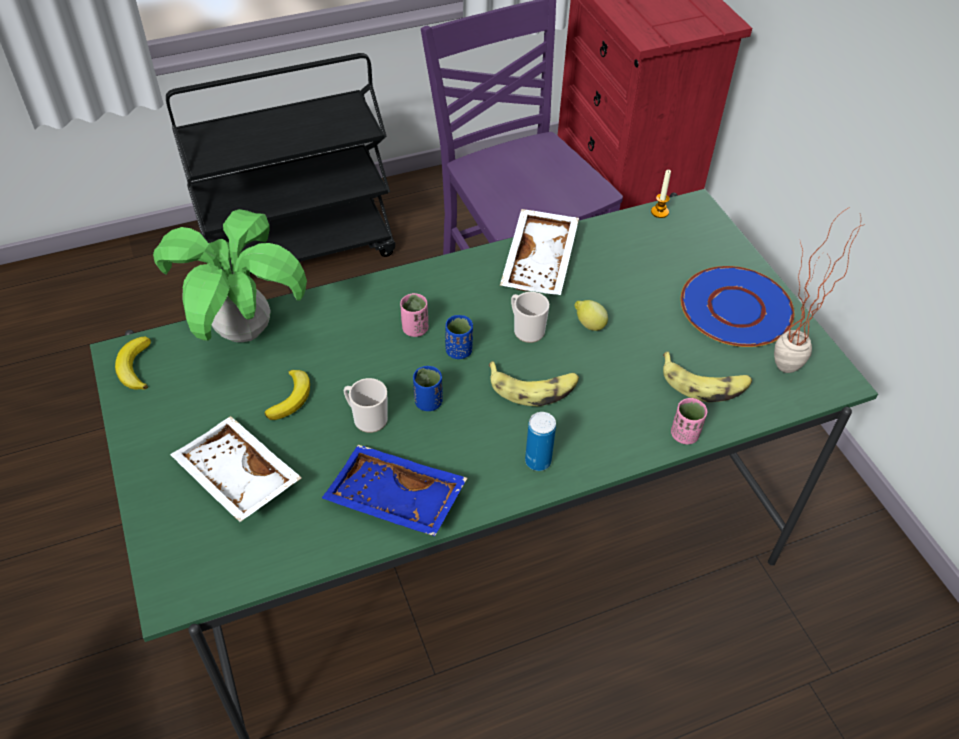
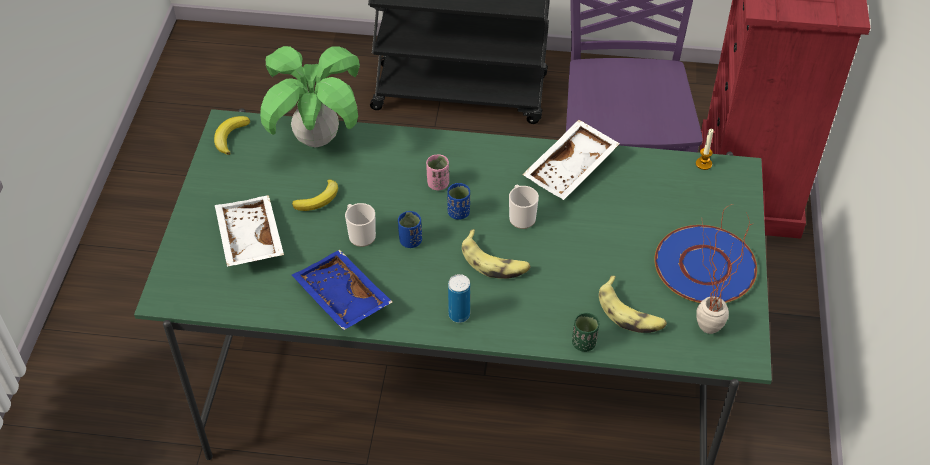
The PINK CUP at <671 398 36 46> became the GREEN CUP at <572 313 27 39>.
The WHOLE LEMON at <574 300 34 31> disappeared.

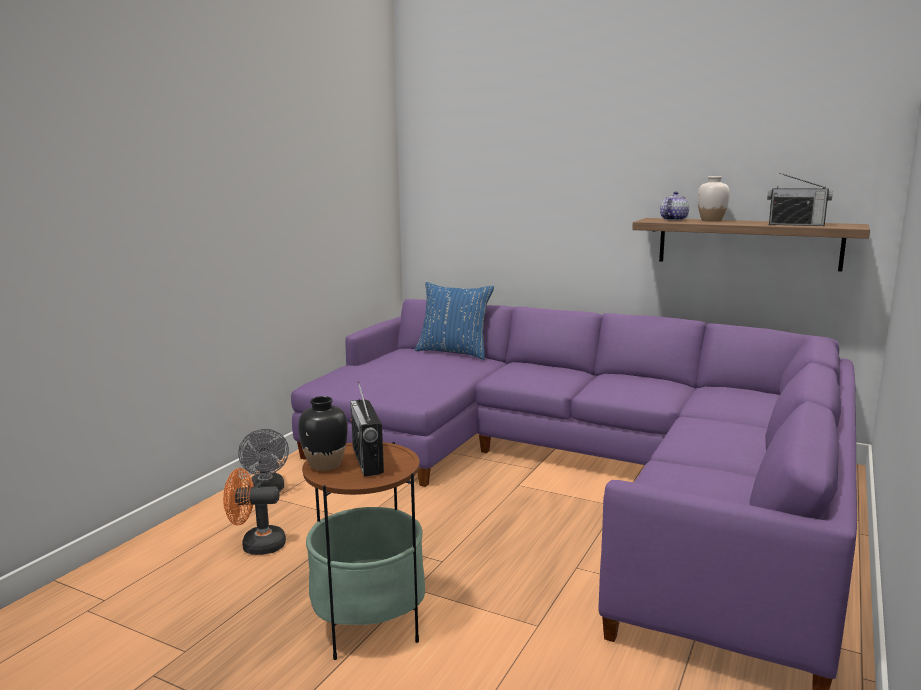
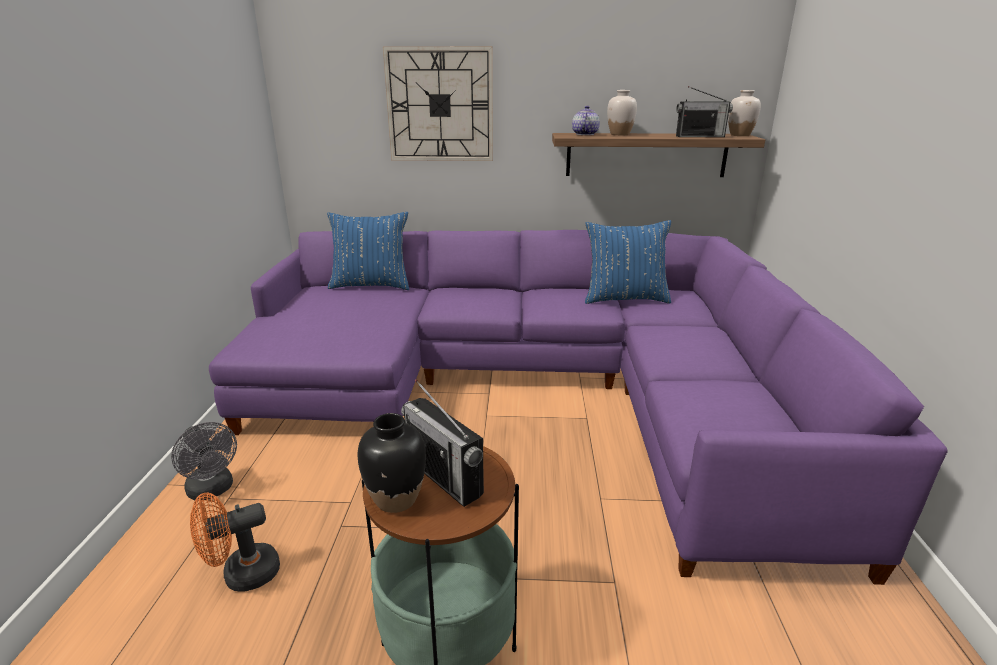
The HANGING CLOCK at <383 46 110 115> appeared.
The BLUISH PILLOW at <585 220 86 84> appeared.
The WHITE-COLOURED VASE at <728 90 33 46> appeared.

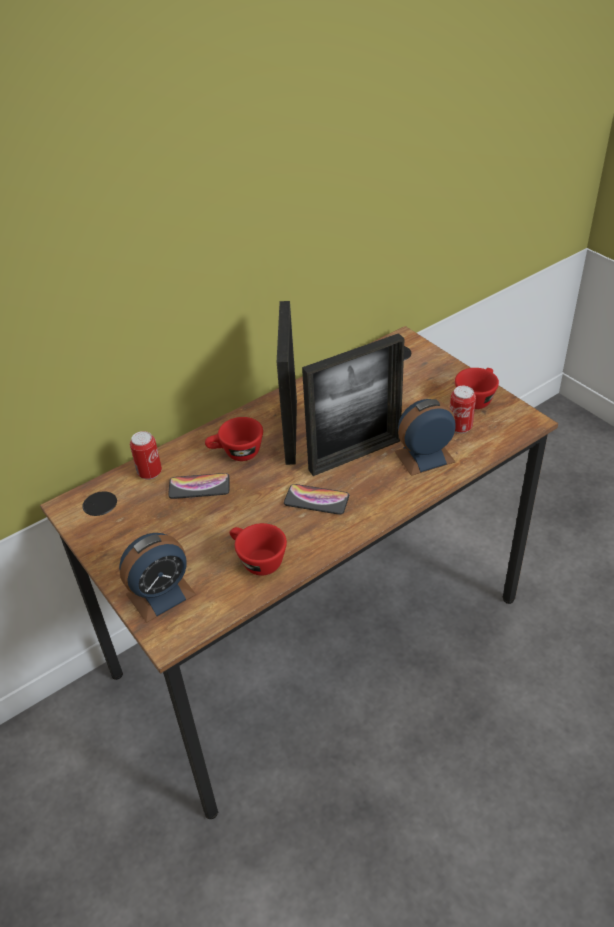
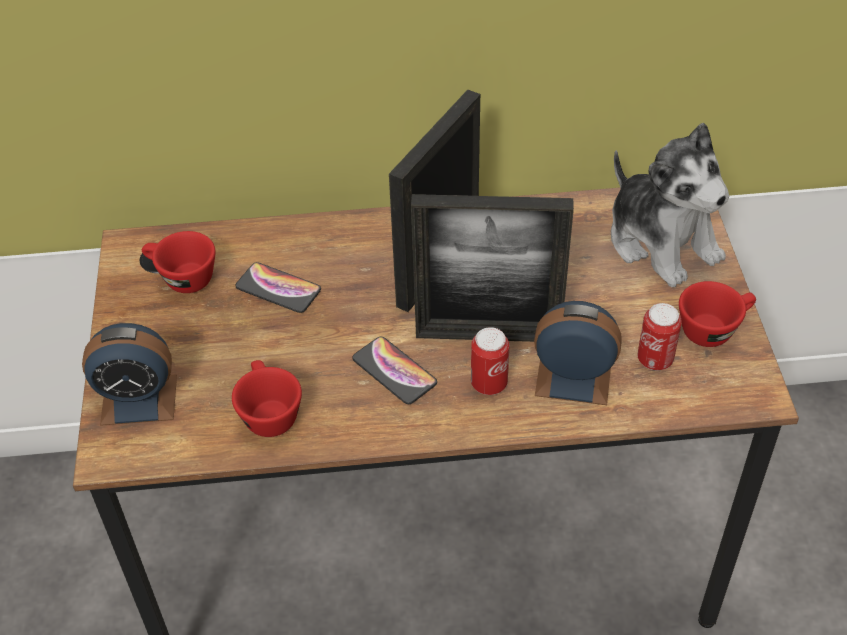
The RED CUP moved from <205 417 58 44> to <142 231 74 62>.
The METAL CAN moved from <130 431 32 49> to <471 327 38 68>.
The SOFT TOY at <611 123 119 164> appeared.

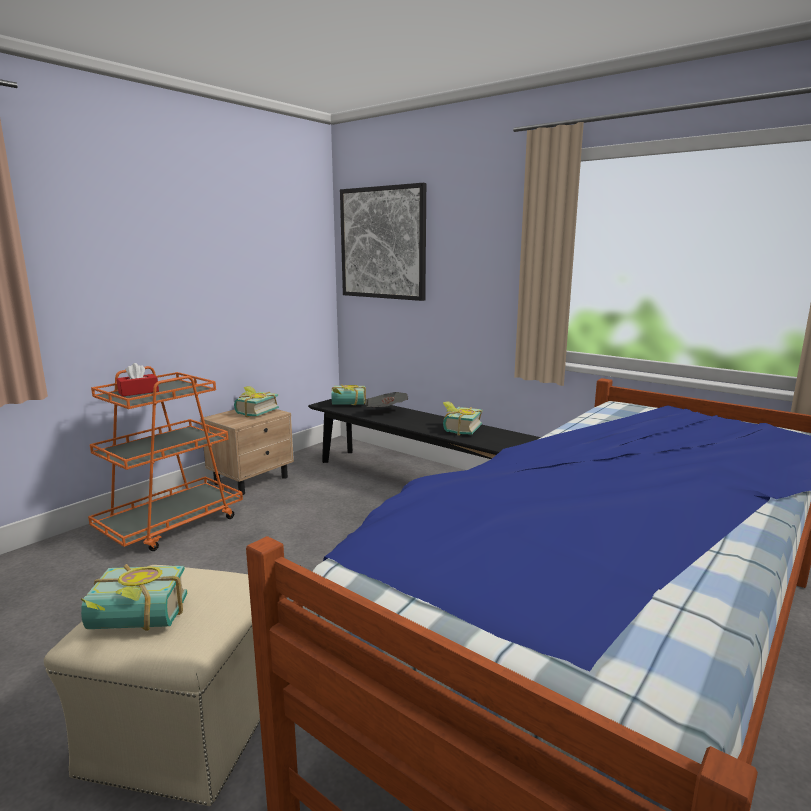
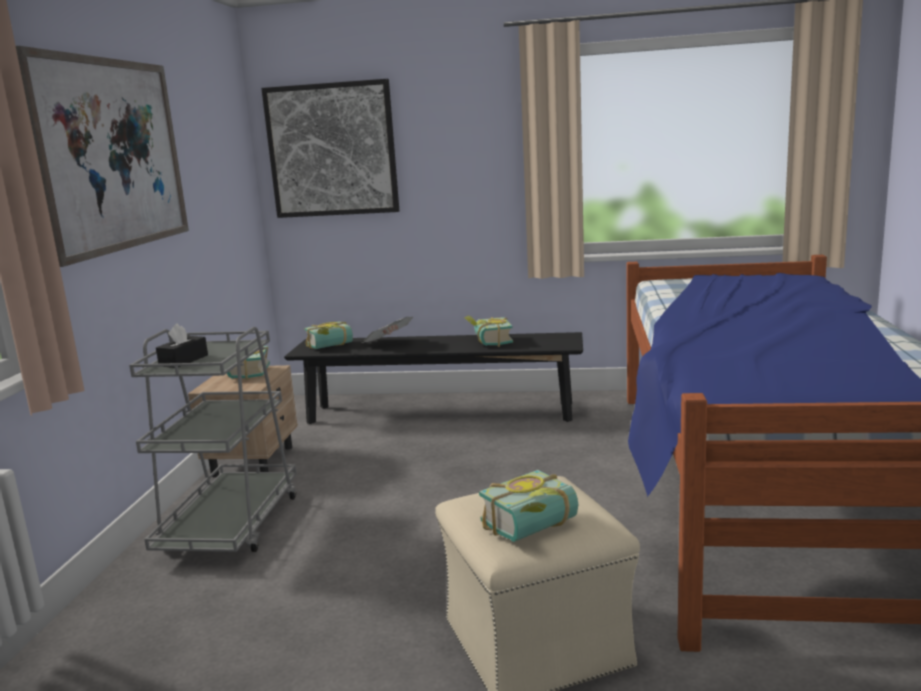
The PICTURE at <16 46 173 221> appeared.
The ORANGE-COLOURED WHEELED CART at <88 366 155 185> became the GRAY WHEELED CART at <129 327 168 225>.
The RED TISSUE BOX at <117 363 42 34> became the BLACK TISSUE BOX at <156 323 52 45>.

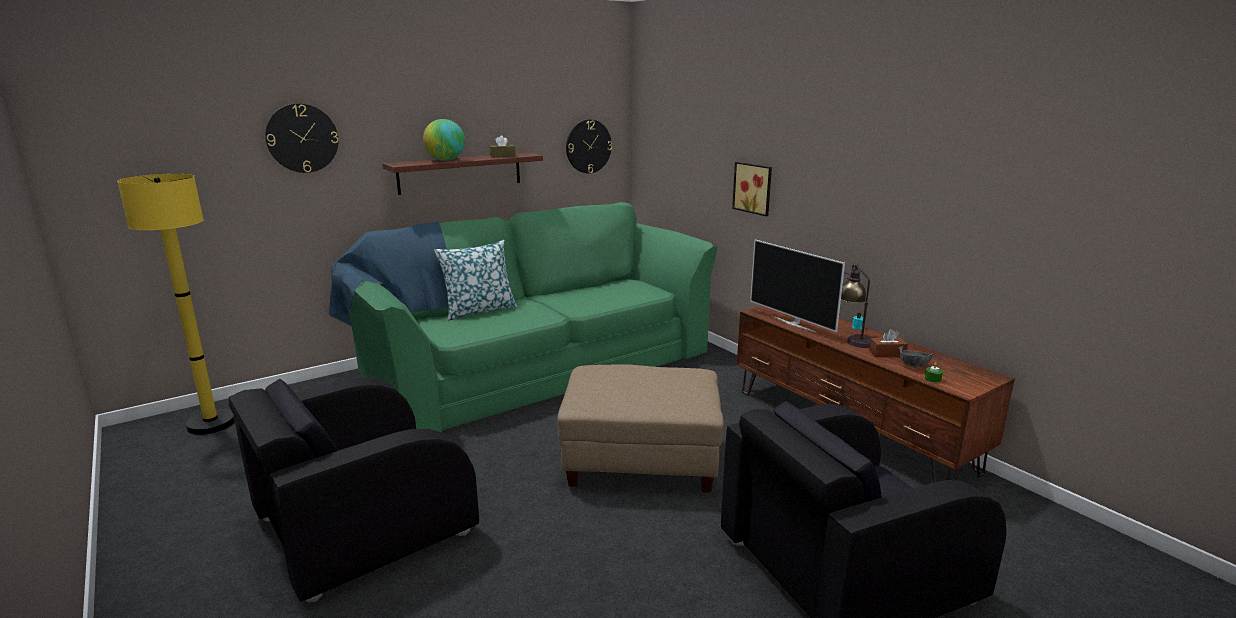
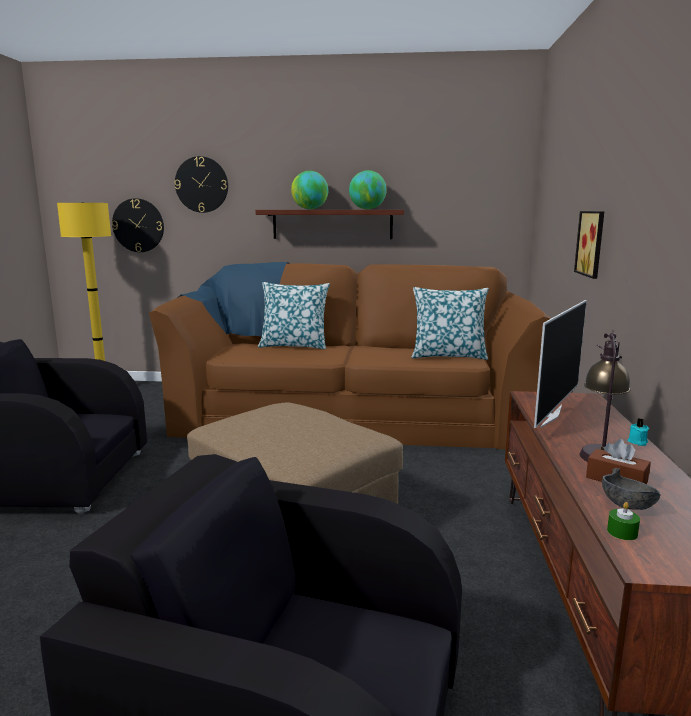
The HANGING CLOCK moved from <566 120 46 53> to <112 198 52 54>.
The GREEN COUCH at <329 202 389 230> became the BROWNISH COUCH at <149 262 402 187>.
The BROWNISH TISSUE BOX at <490 135 25 22> was replaced by the WORLD GLOBE at <349 170 38 39>.
The PILLOW at <411 287 78 73> appeared.
The TV SET at <750 239 95 93> turned 150 degrees counterclockwise.

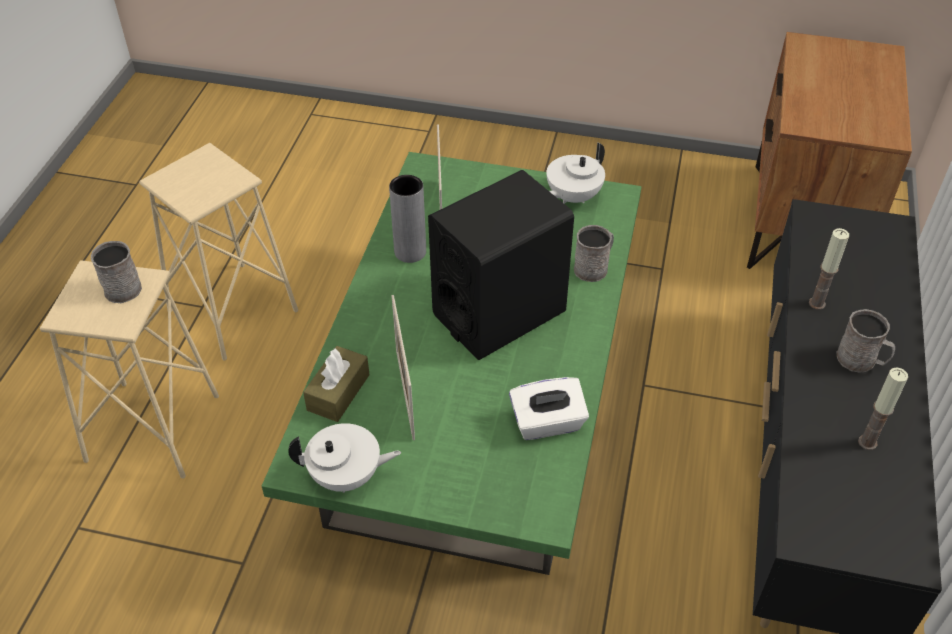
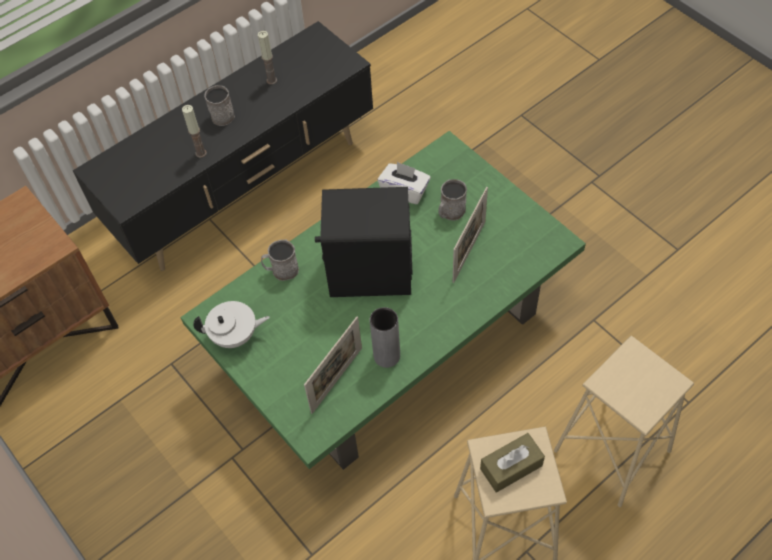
The GRAY COFFEE MUG moved from <91 241 51 62> to <438 179 29 42>.
The BROWNISH TISSUE BOX moved from <303 346 66 76> to <480 433 65 60>.
The WHITE-COLOURED TEA POT at <288 423 113 70> disappeared.

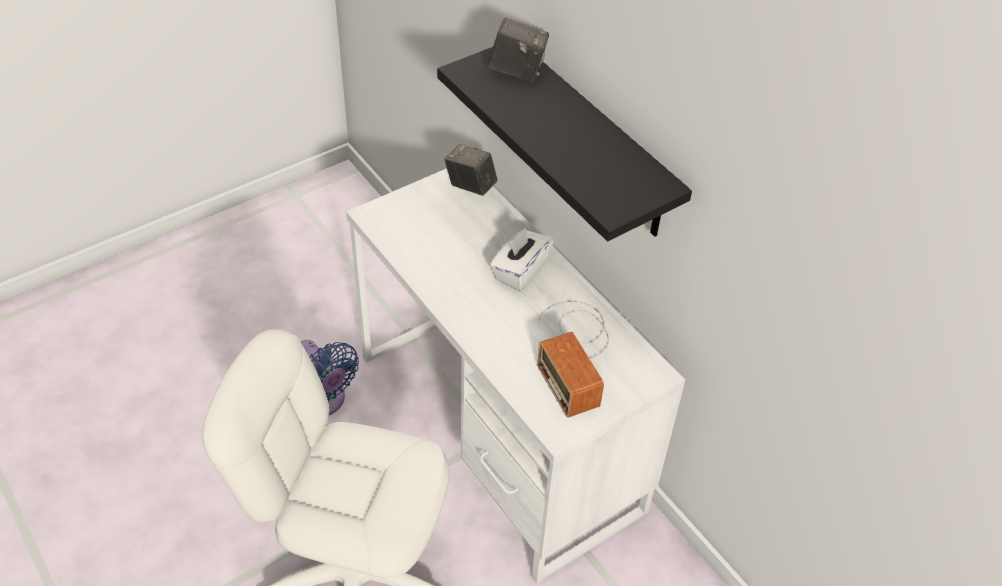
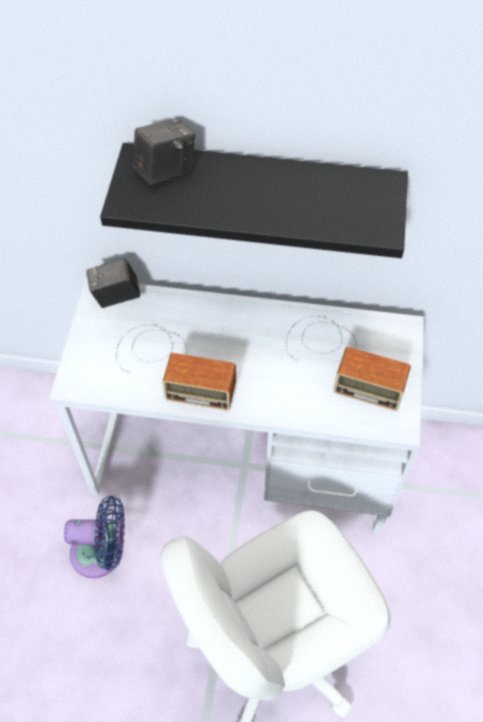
The RADIO at <116 324 120 87> appeared.
The WHITE-COLOURED TISSUE BOX at <490 227 64 64> disappeared.

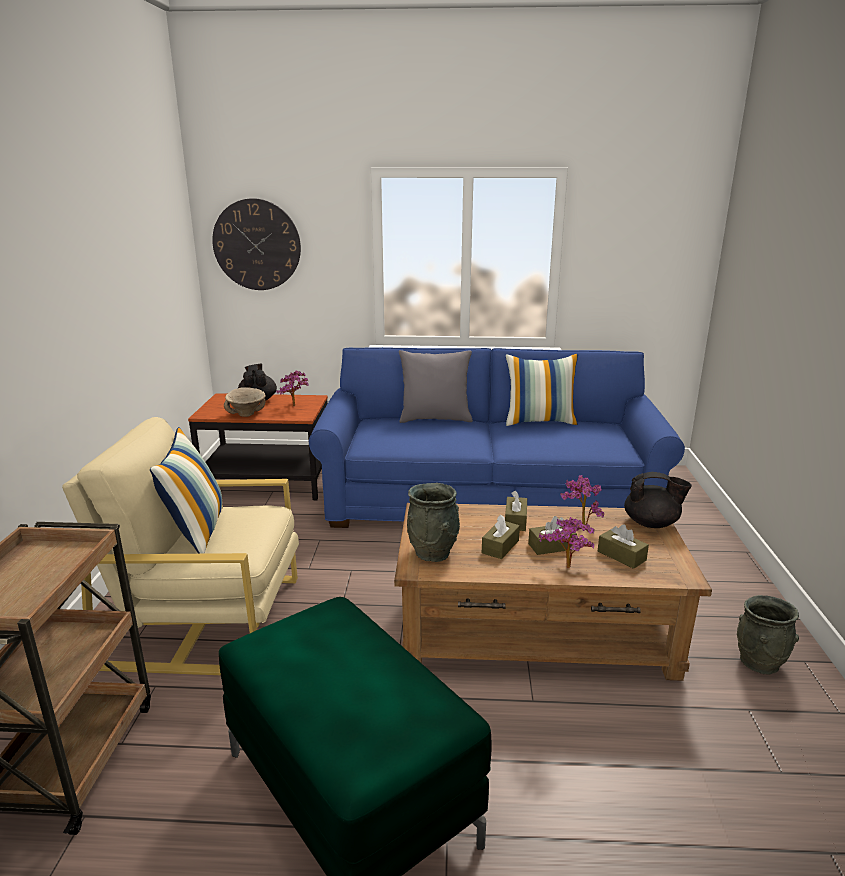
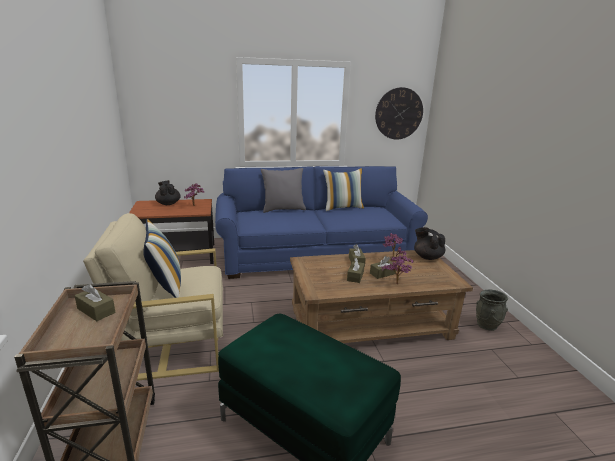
The BROWNISH TISSUE BOX moved from <598 524 51 45> to <75 284 40 37>.
The HANGING CLOCK moved from <212 198 89 92> to <375 87 48 52>.
The BLACK TEA POT at <624 472 68 56> turned 120 degrees counterclockwise.
The BEIGE-COLOURED BOWL at <224 387 42 30> disappeared.
The GRAY VASE at <407 483 53 79> disappeared.

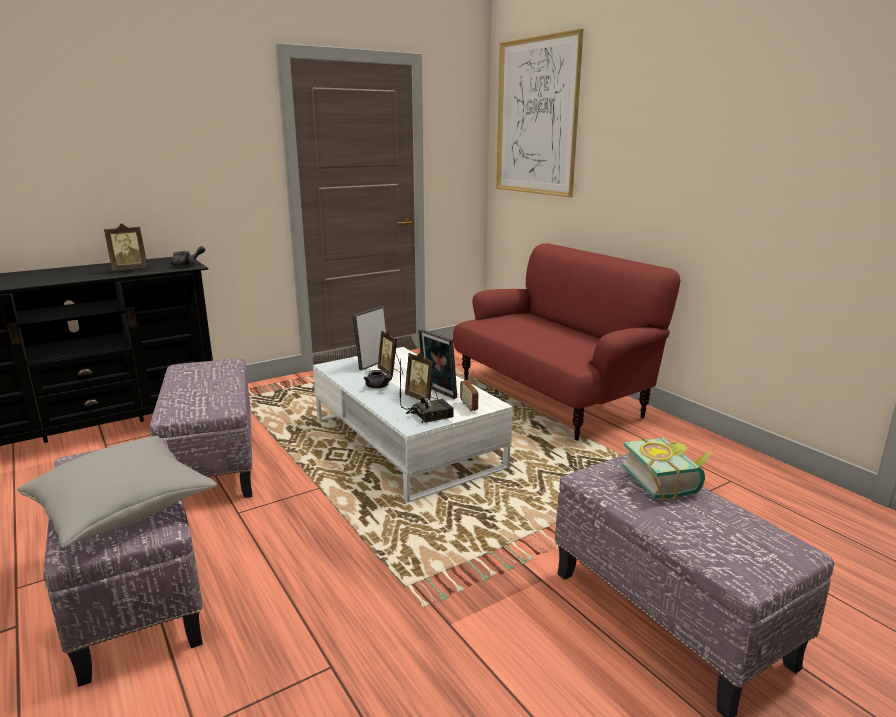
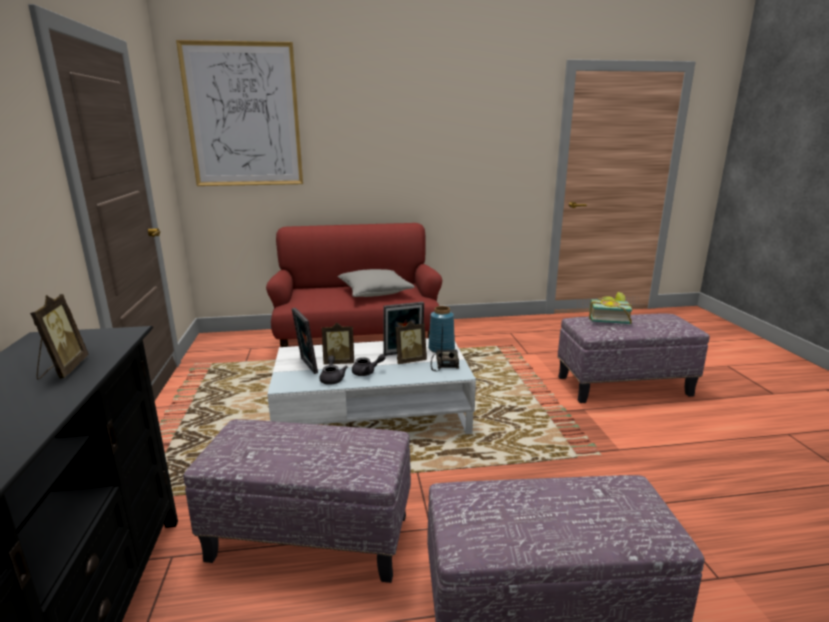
The GRAY TEA POT moved from <171 246 34 21> to <319 355 28 30>.
The GRAY PILLOW moved from <17 436 200 112> to <338 269 77 28>.
The RADIO at <460 369 18 43> was replaced by the BLUISH VASE at <428 306 27 47>.

